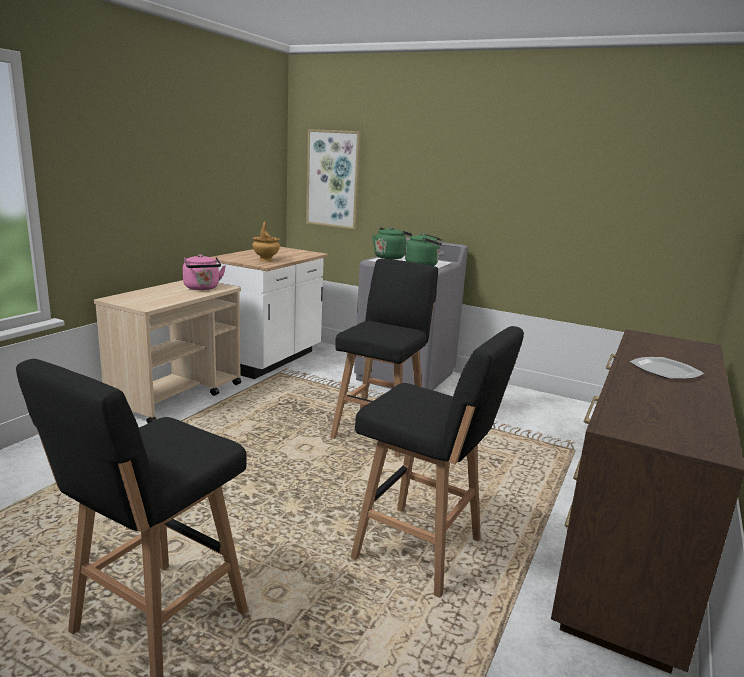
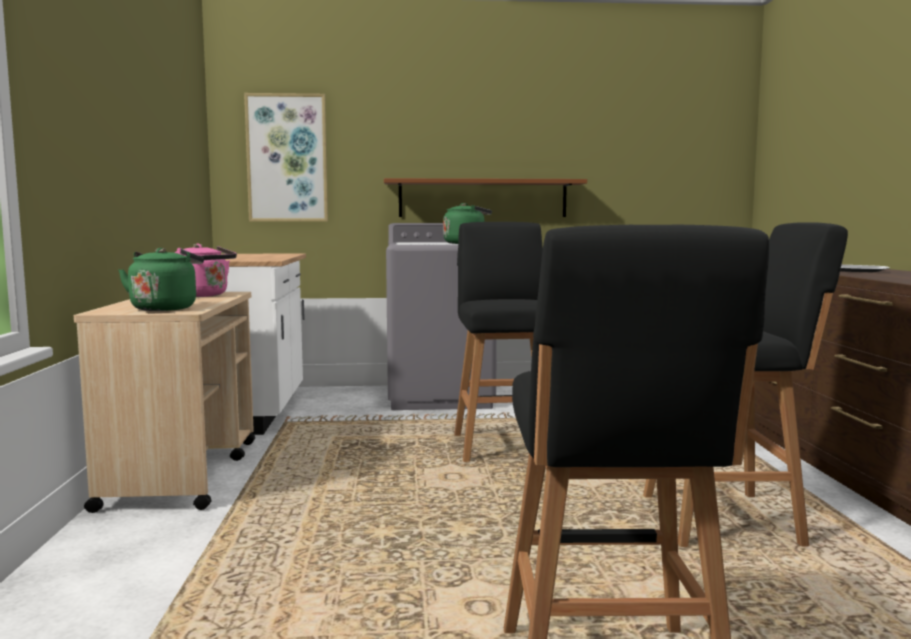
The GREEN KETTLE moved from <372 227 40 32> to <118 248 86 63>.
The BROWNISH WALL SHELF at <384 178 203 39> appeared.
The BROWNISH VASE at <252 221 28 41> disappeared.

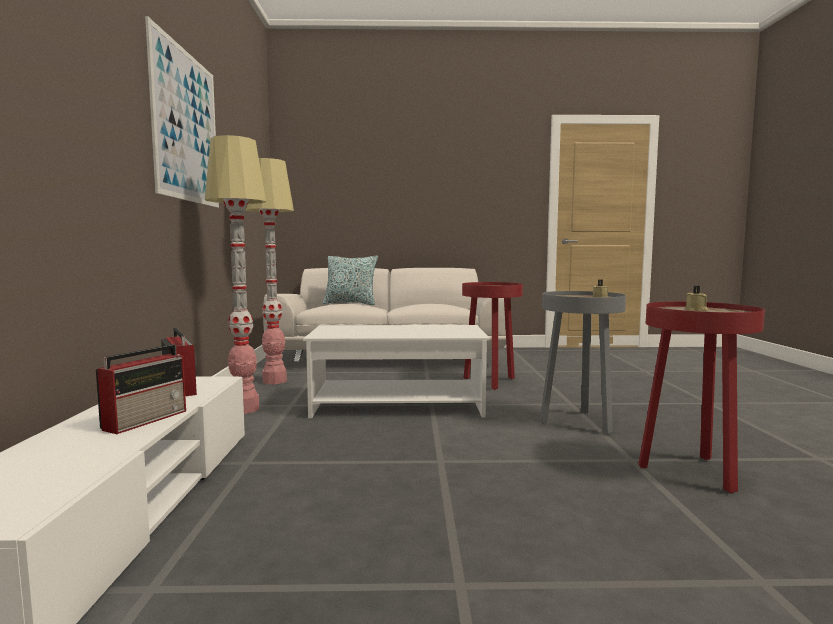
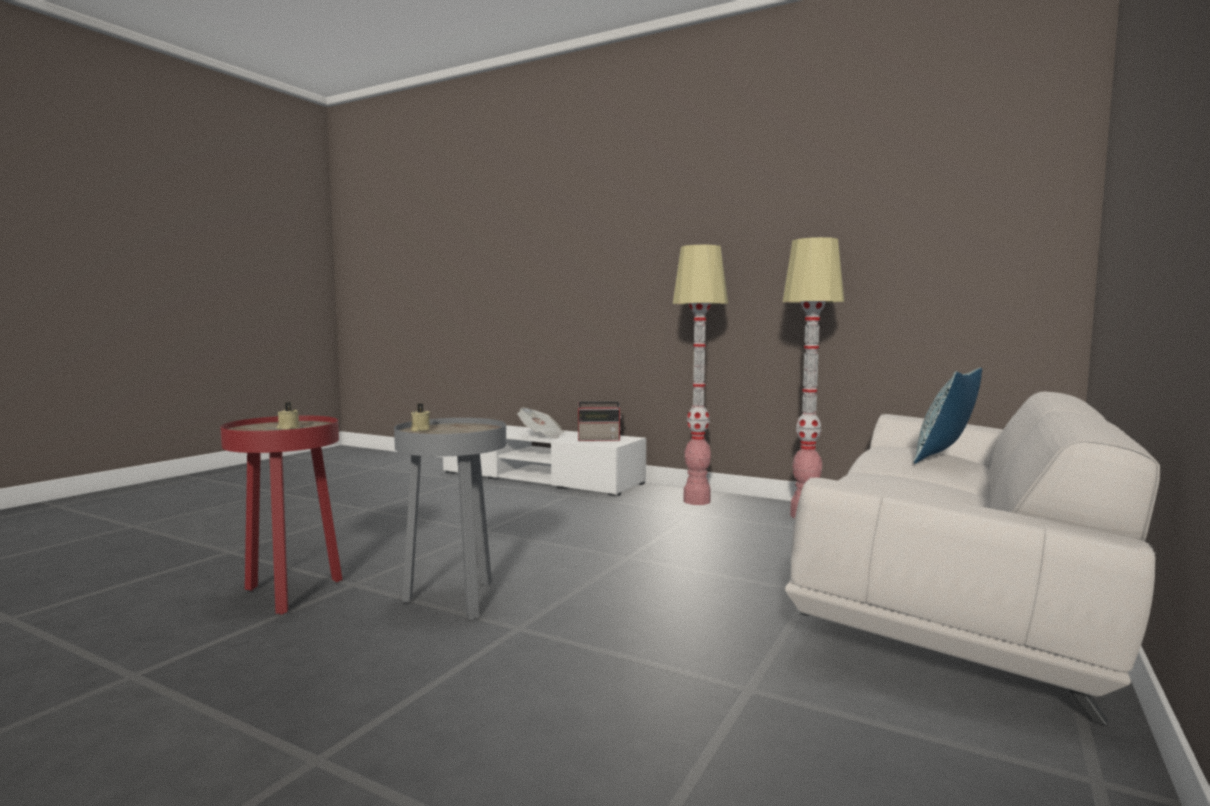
The RADIO at <96 344 90 90> was replaced by the PRINTED PAPER at <517 408 47 31>.
The PICTURE at <145 16 74 192> disappeared.
The WHITE-COLOURED LOUNGE TABLE at <303 325 187 93> disappeared.
The RED END TABLE at <462 282 61 108> disappeared.

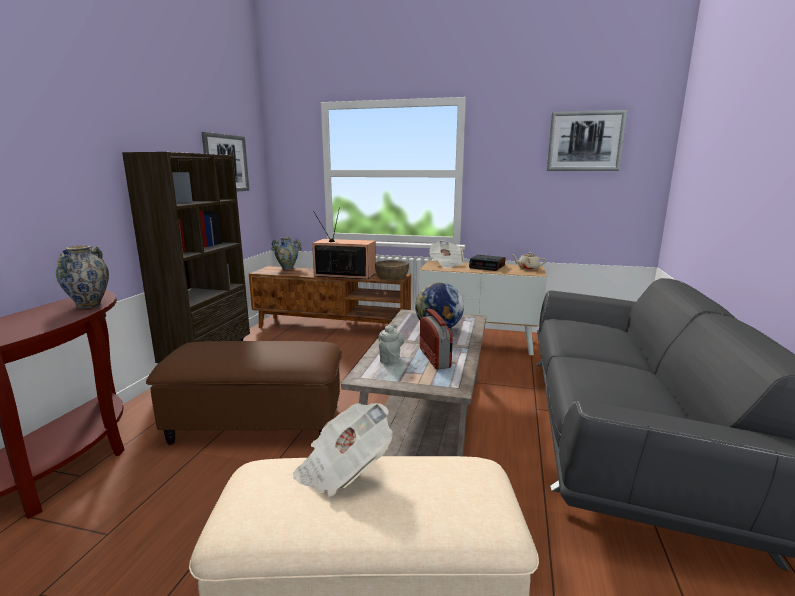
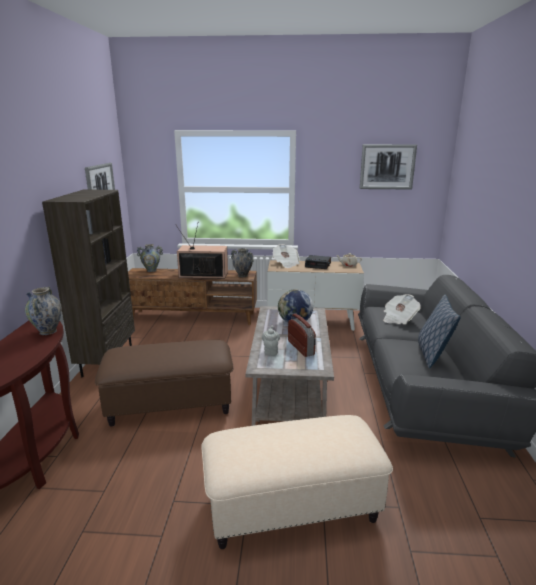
The BROWNISH BOWL at <375 260 34 20> was replaced by the VASE at <231 248 23 29>.
The PRINTED PAPER moved from <293 403 100 93> to <383 294 38 30>.
The PILLOW at <418 295 43 73> appeared.

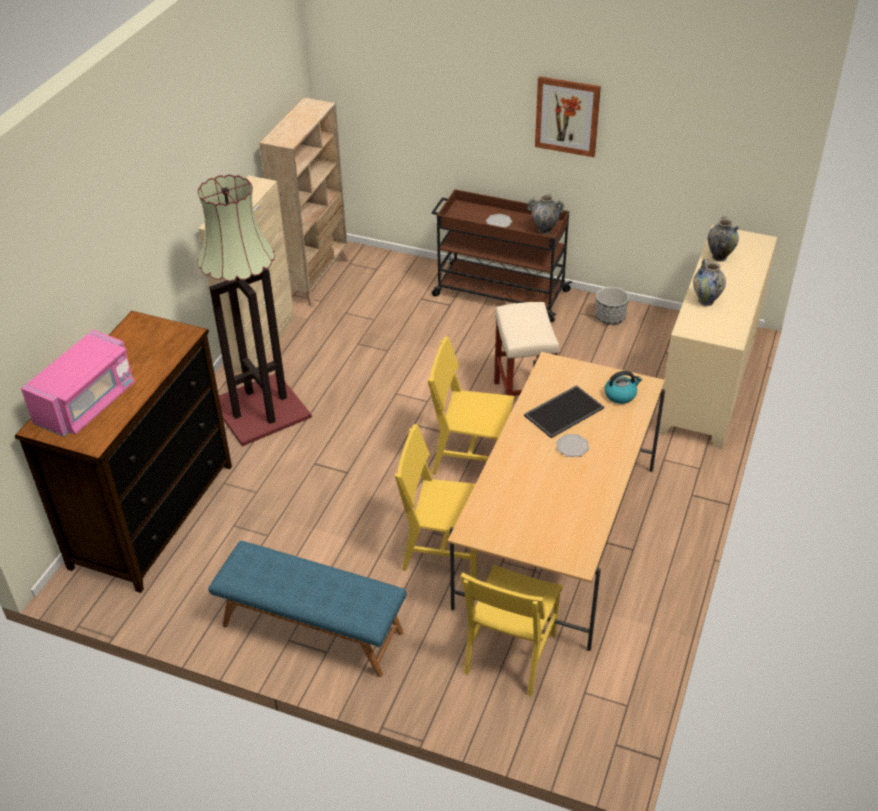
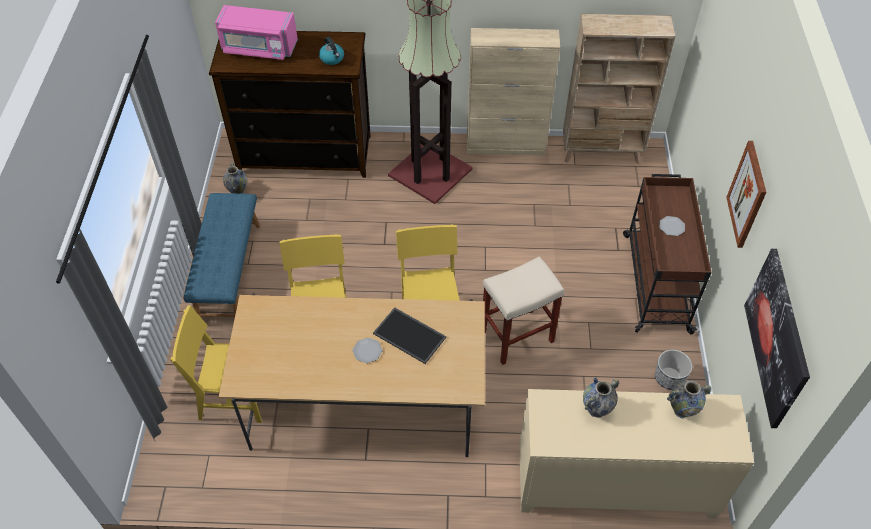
The VASE moved from <528 194 37 40> to <223 162 25 32>.
The KETTLE moved from <605 371 37 33> to <319 37 25 28>.
The PICTURE at <744 249 66 179> appeared.

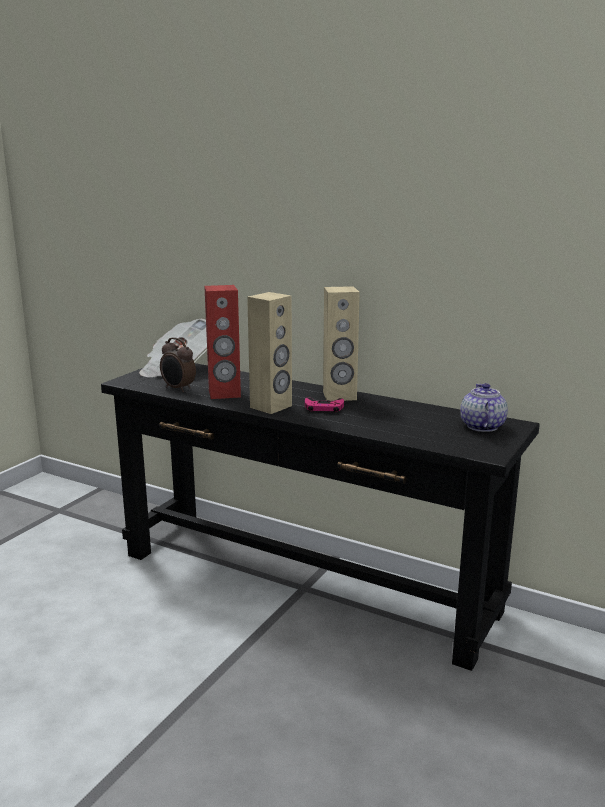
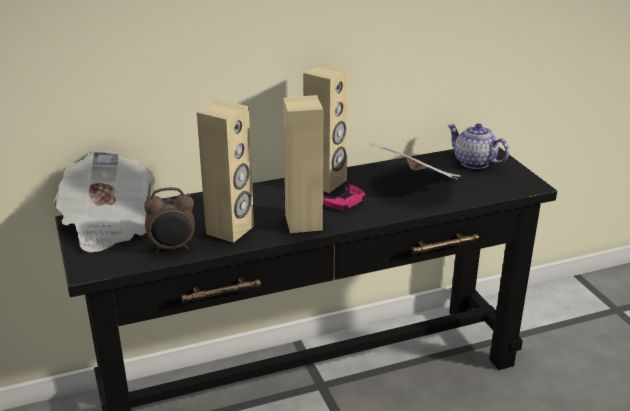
The RED SPEAKER at <204 285 37 114> became the BEIGE-COLOURED SPEAKER at <197 100 57 143>.
The PRINTED PAPER at <370 143 90 36> appeared.

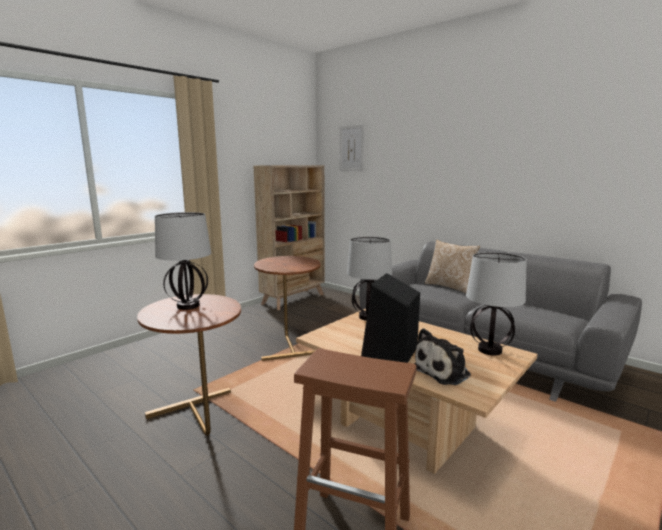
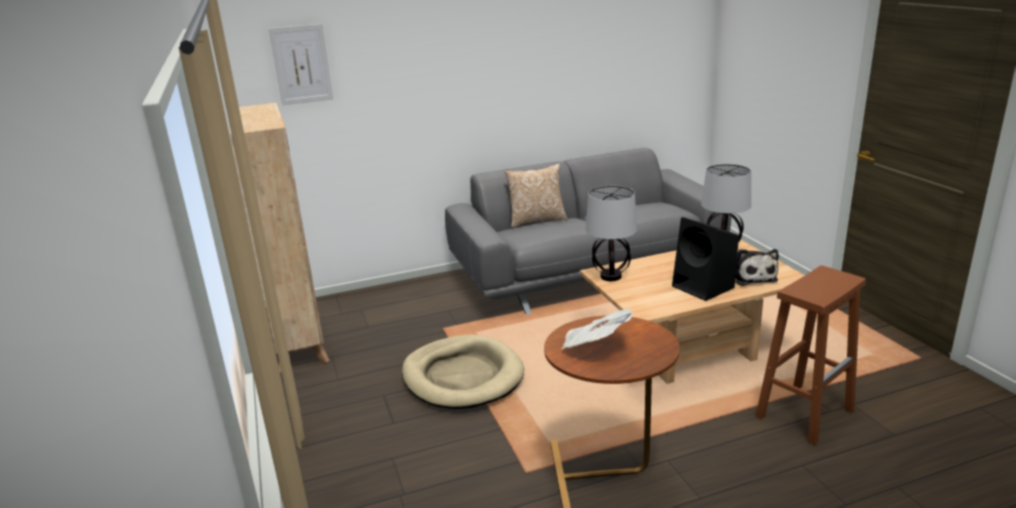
The BROWNISH END TABLE at <254 256 67 105> was replaced by the BEIGE-COLOURED DOG BED at <402 335 122 74>.
The LAMP FOR A TABLE at <155 212 56 98> was replaced by the PRINTED PAPER at <561 308 72 41>.

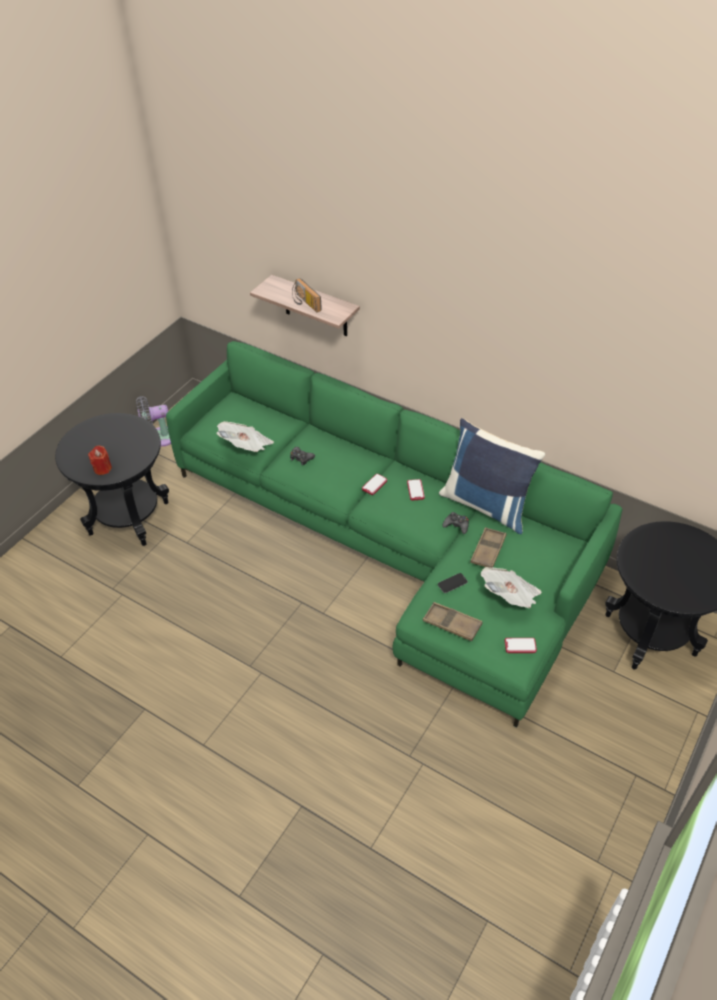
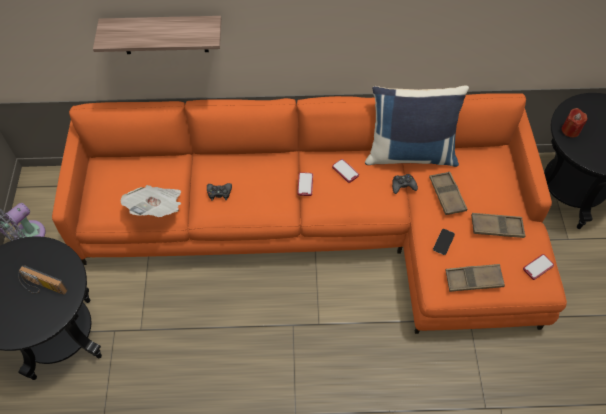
The RADIO moved from <292 278 30 35> to <18 265 50 30>.
The GREEN COUCH at <166 341 456 386> became the ORANGE-COLOURED COUCH at <52 93 515 241>.
The PRINTED PAPER at <481 567 61 41> was replaced by the BROWNISH SERVING TRAY at <471 213 55 25>.
The RED CANDLE moved from <88 445 24 30> to <562 108 25 30>.

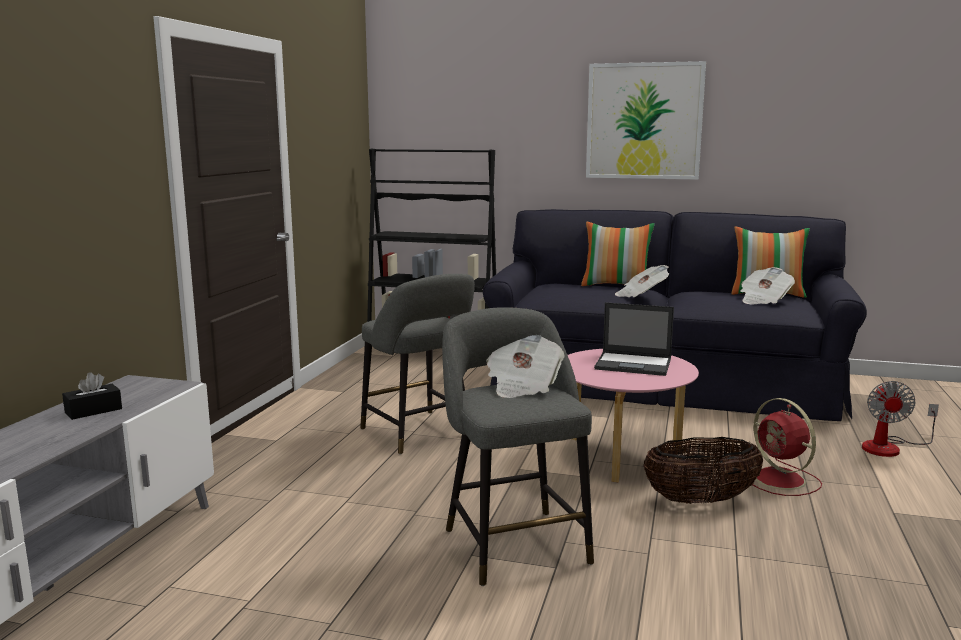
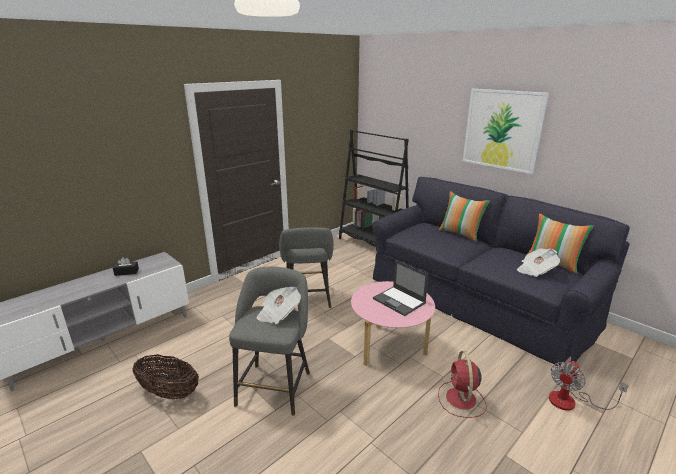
The STORAGE BASKET moved from <643 437 120 67> to <133 354 66 45>.
The PRINTED PAPER at <615 265 54 32> disappeared.

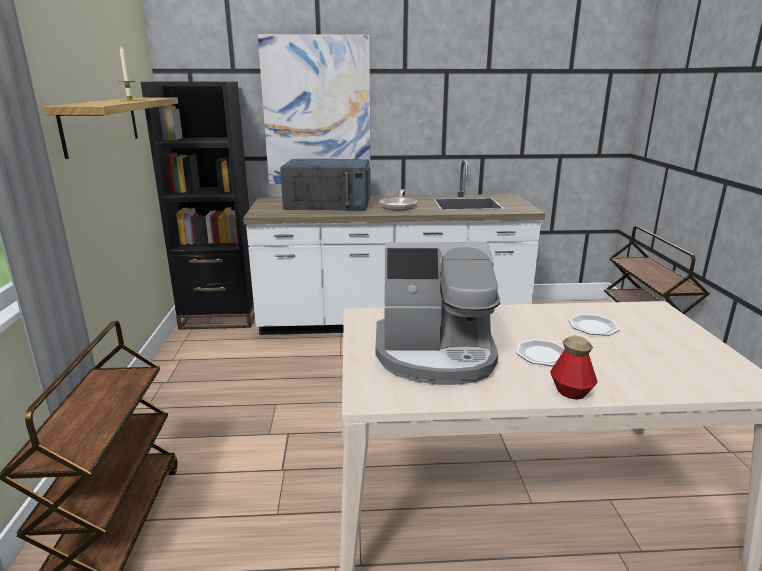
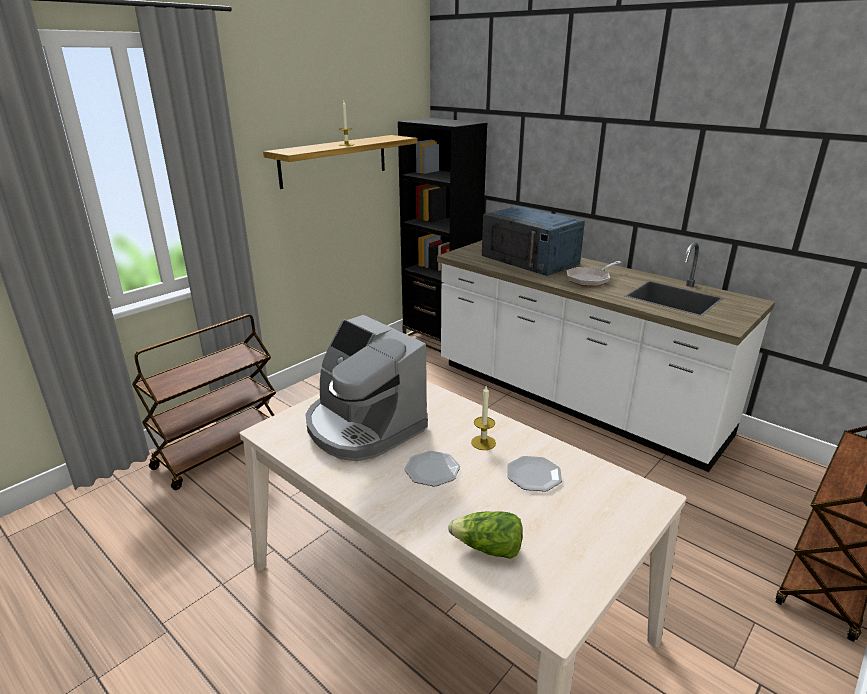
The LETTUCE at <448 511 75 48> appeared.
The CANDLE at <471 386 25 64> appeared.
The PICTURE at <258 34 113 150> disappeared.
The BEVERAGE BOTTLE at <550 336 48 64> disappeared.

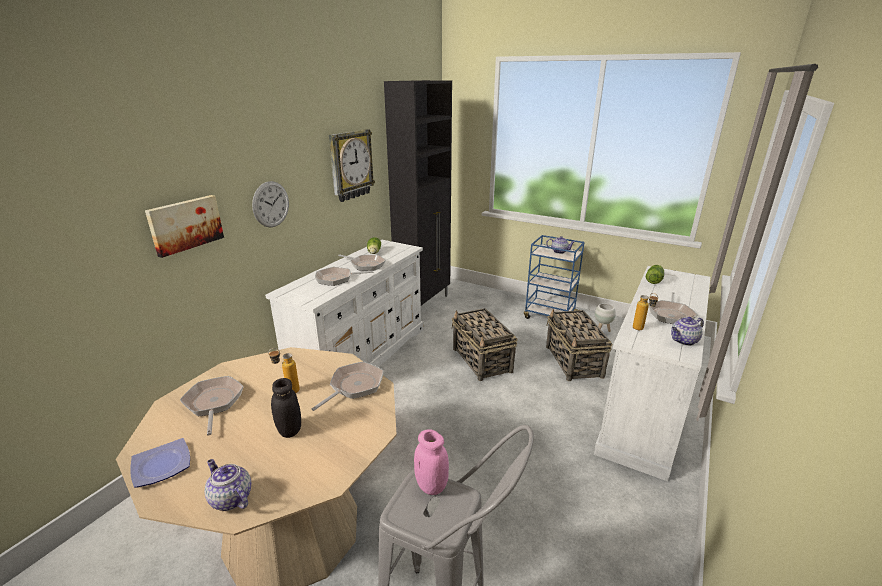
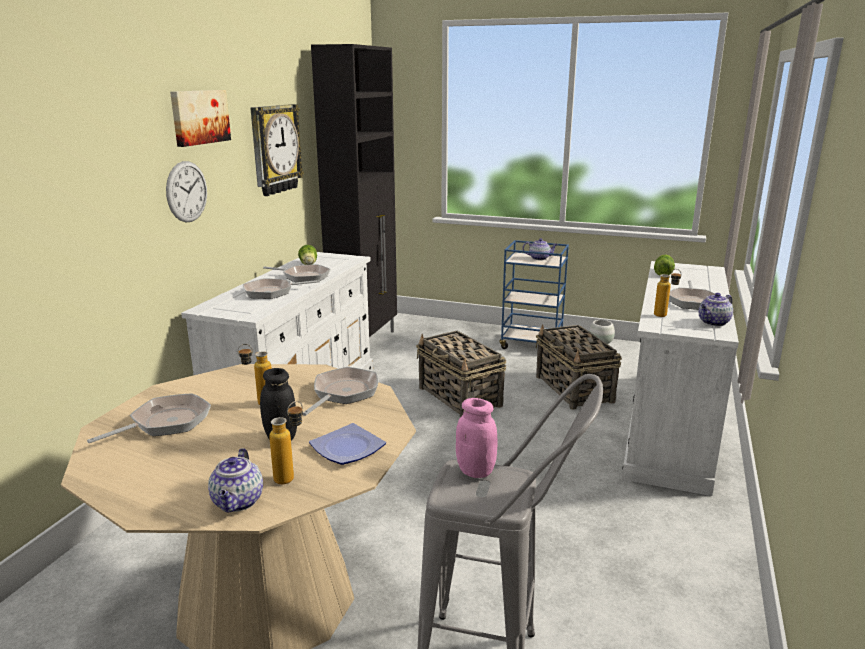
The PAN at <180 376 64 59> turned 75 degrees clockwise.
The PICTURE moved from <145 195 79 63> to <170 90 61 57>.
The TEA POT at <205 459 46 52> turned 120 degrees counterclockwise.
The BEVERAGE BOTTLE at <269 401 34 83> appeared.
The FLAT DISH moved from <130 438 60 50> to <309 423 77 42>.

